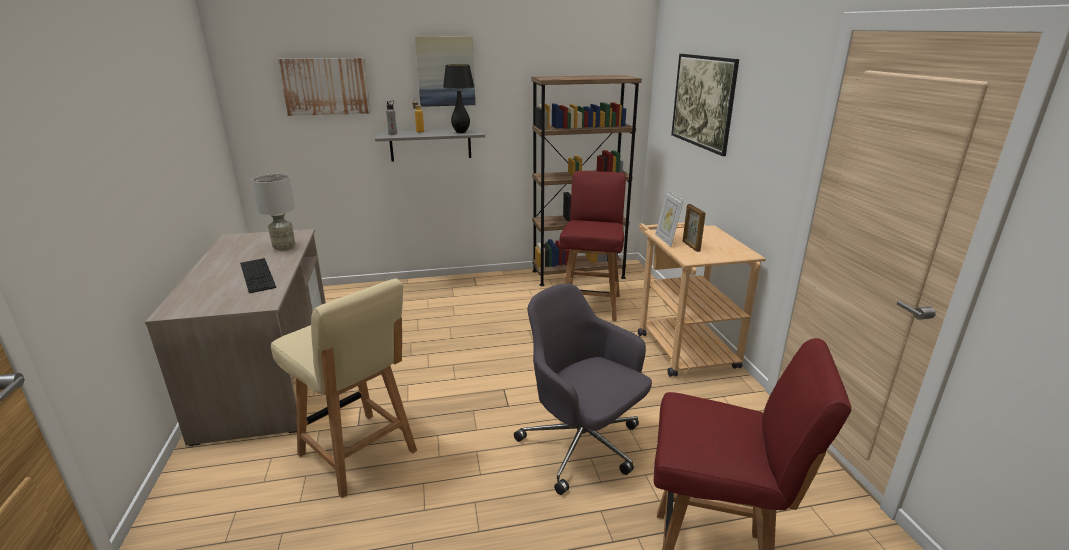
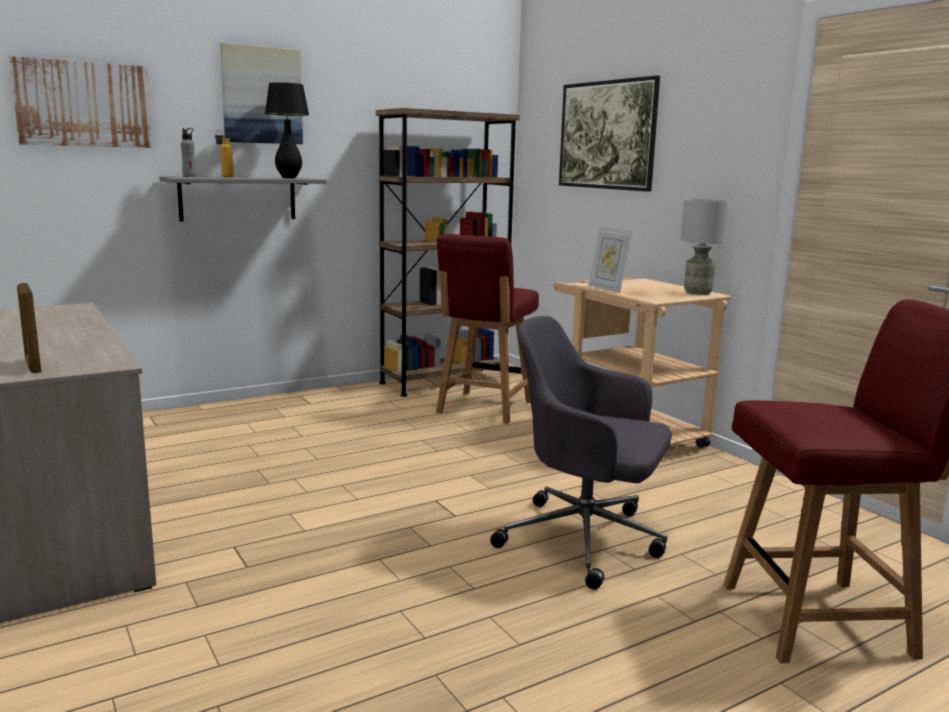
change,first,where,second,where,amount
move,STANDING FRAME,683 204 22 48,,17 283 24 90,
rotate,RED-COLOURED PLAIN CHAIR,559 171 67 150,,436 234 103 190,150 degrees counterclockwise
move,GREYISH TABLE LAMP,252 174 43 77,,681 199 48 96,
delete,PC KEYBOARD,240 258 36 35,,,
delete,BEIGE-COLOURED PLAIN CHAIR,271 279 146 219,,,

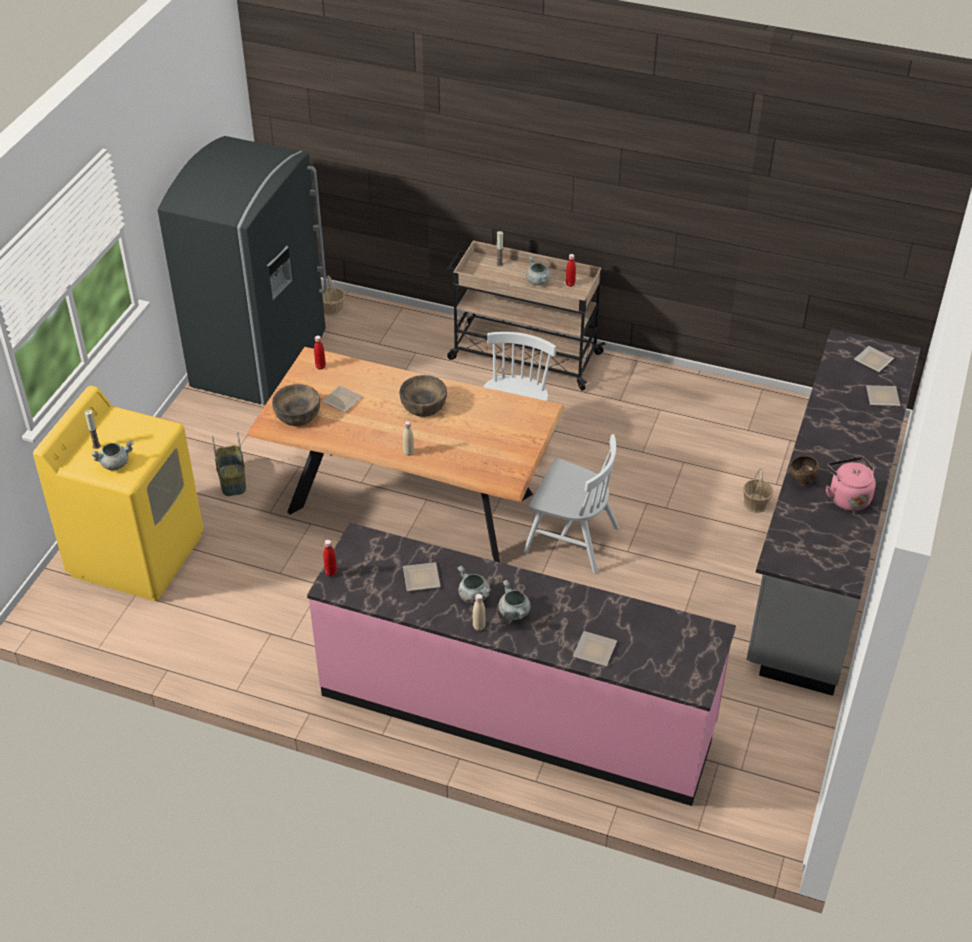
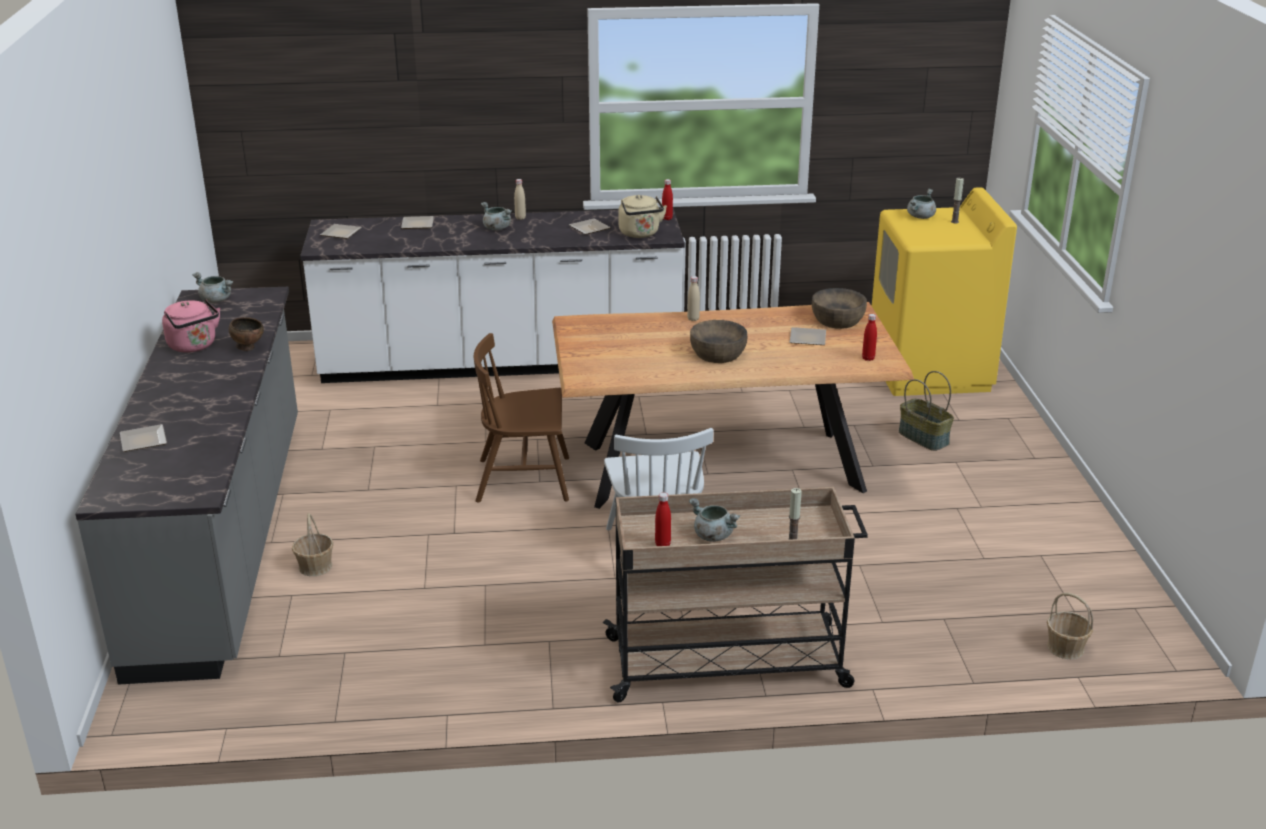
change,first,where,second,where,amount
move,GREYISH SAUCEPOT,457 565 34 39,,192 272 41 31,
recolor,PINK KITCHEN BASE UNIT,307 523 429 283,WHITE-COLOURED KITCHEN BASE UNIT,300 208 385 175,
move,FLAT DISH,854 346 40 26,,320 224 42 15,
recolor,WHITE-COLOURED PLAIN CHAIR,523 434 96 140,BROWNISH PLAIN CHAIR,474 333 95 169,
insert,,,BEIGE-COLOURED WATER KETTLE,618 195 49 43,
delete,GREYISH KITCHEN FRIDGE,158 136 169 270,,,

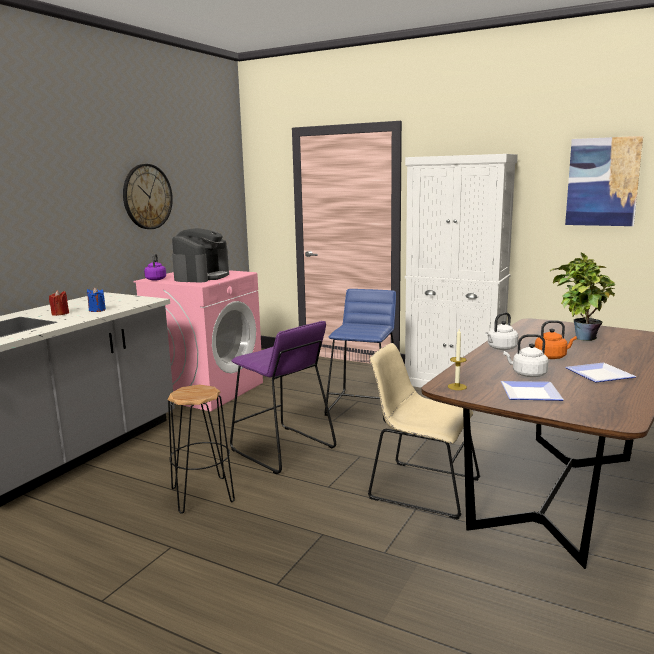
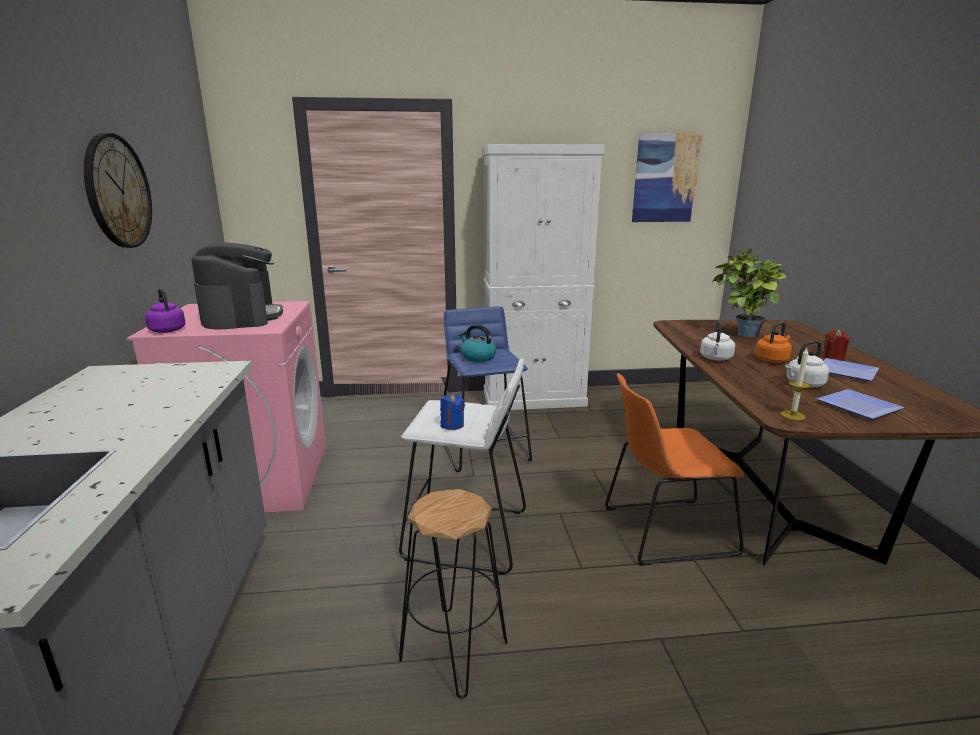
change,first,where,second,where,amount
recolor,PURPLISH SITTING STOOL,230 321 106 153,WHITE-COLOURED SITTING STOOL,399 359 127 216,
move,BLUE WAX LIGHT,87 287 19 25,,440 394 25 36,
insert,,,WATER KETTLE,459 324 37 38,
recolor,BEIGE-COLOURED PLAIN CHAIR,368 343 112 177,ORANGE-COLOURED PLAIN CHAIR,605 373 139 193,
move,RED-COLOURED WAX LIGHT,49 290 20 26,,823 329 27 31,

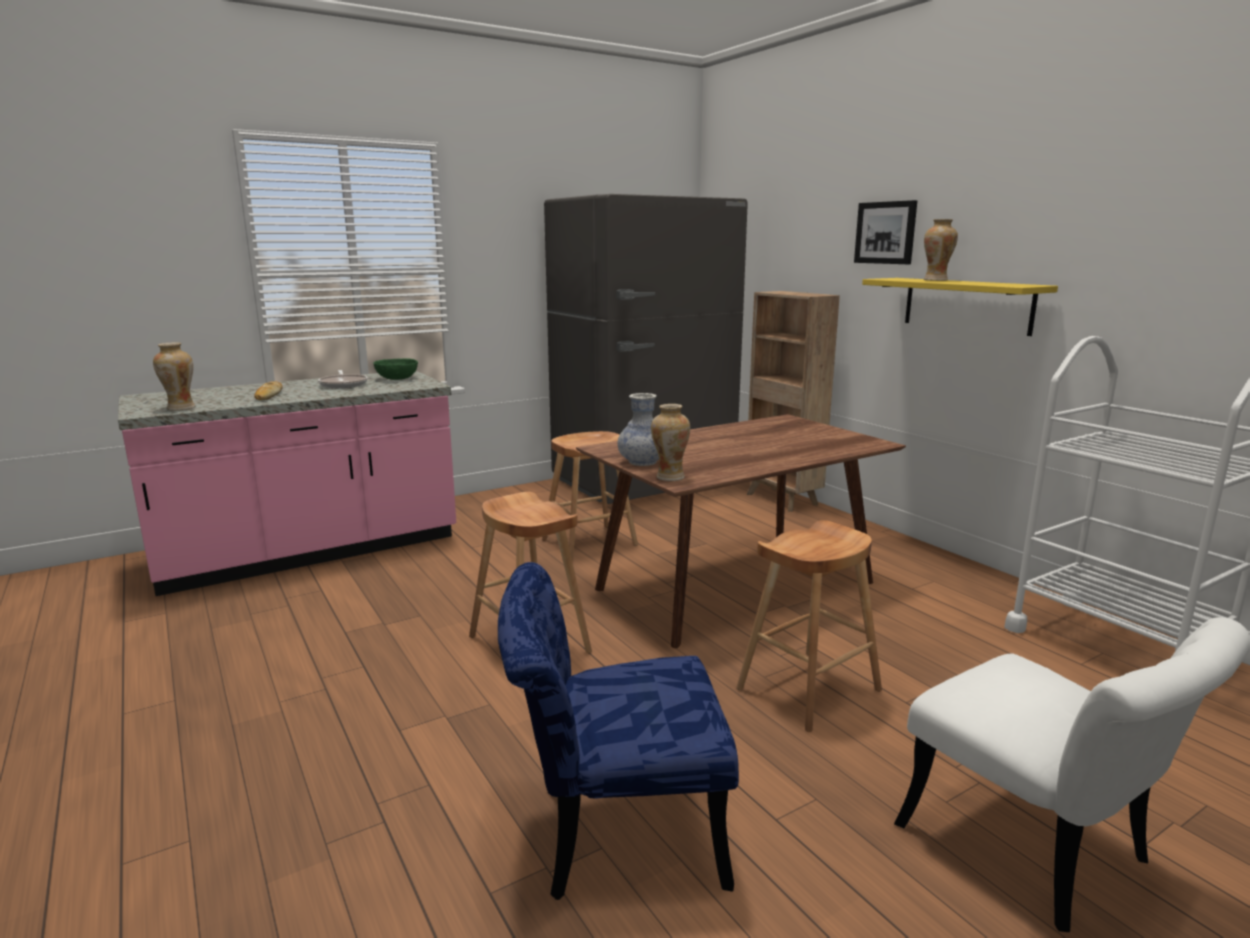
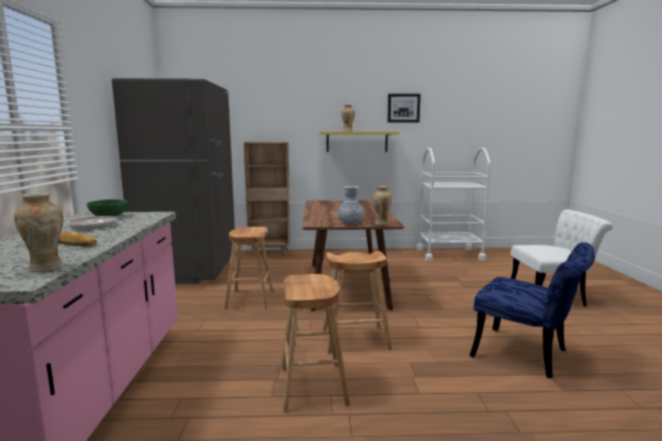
change,first,where,second,where,amount
move,BROWNISH SITTING STOOL,736 520 146 212,,281 274 69 138,
move,WALL PICTURE,854 200 63 64,,387 94 34 29,
rotate,BLUE PLAIN CHAIR,498 562 241 338,,470 242 125 136,75 degrees counterclockwise

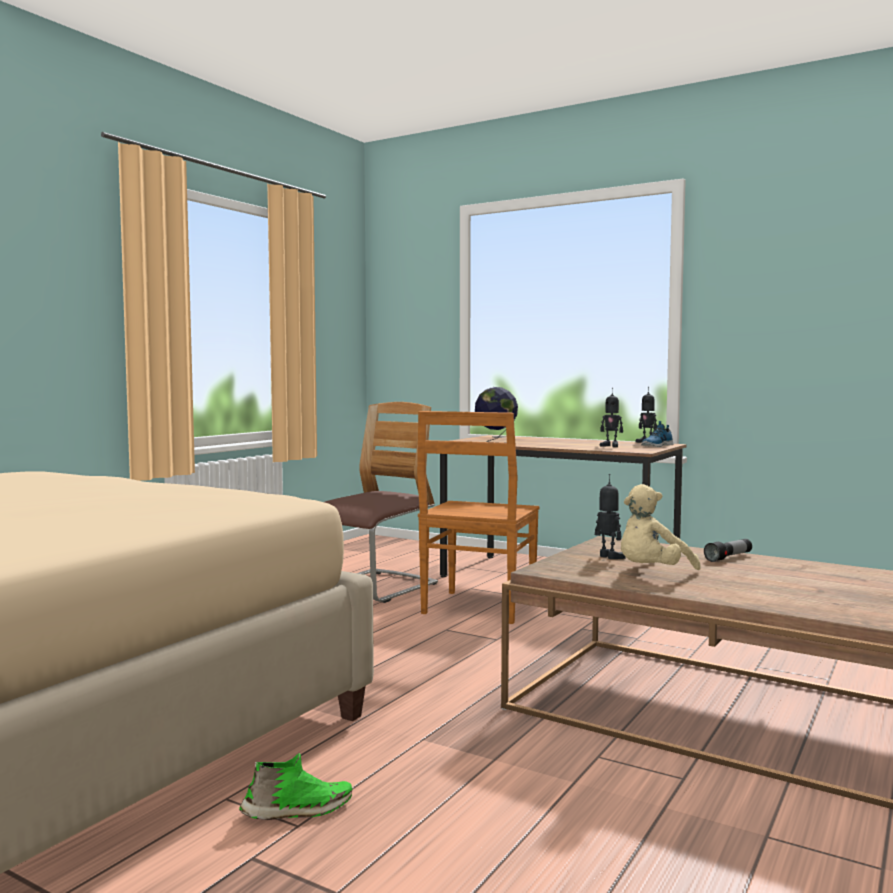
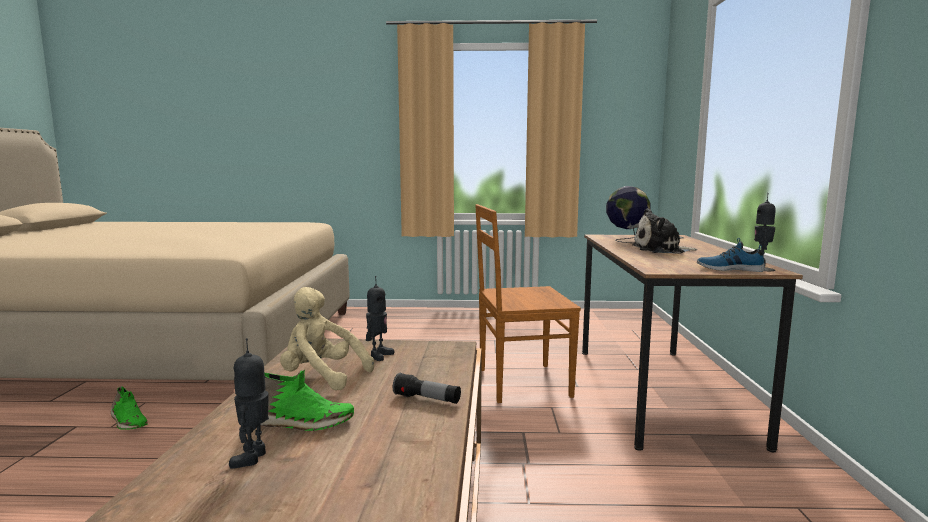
change,first,where,second,where,amount
move,ROBOT FIGURE,600 388 23 59,,229 338 40 131,
insert,,,GREEN-COLOURED ITEM OF FOOTWEAR,260 370 94 61,
insert,,,SOFT TOY,632 208 65 45,
delete,PLAIN CHAIR,325 402 113 201,,,

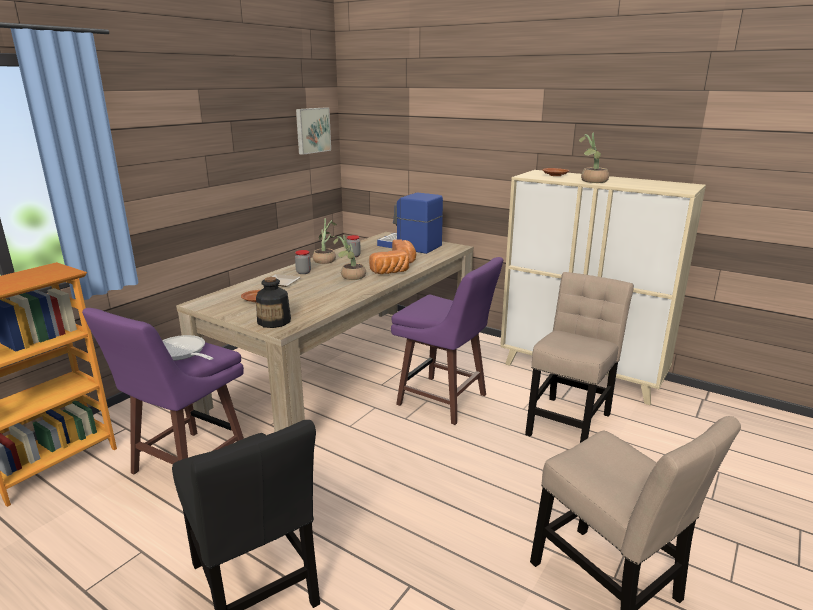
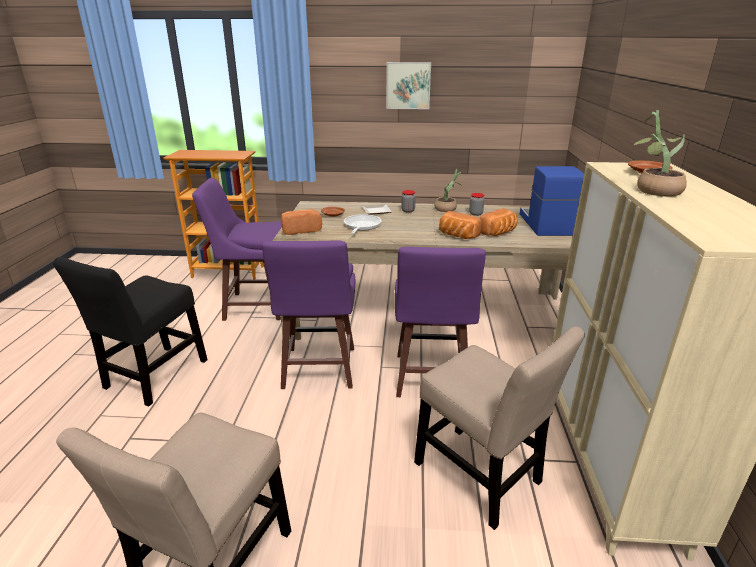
change,first,where,second,where,amount
insert,,,PURPLISH SITTING STOOL,262 240 94 149,
replace,BEVERAGE BOTTLE,256 277 35 51,BAKERY BREAD,281 210 41 25,
move,PAN,162 335 51 26,,344 214 38 20,
move,WALL PICTURE,296 107 35 48,,386 62 45 47,
rotate,BEIGE-COLOURED PLAIN CHAIR,525 272 109 171,,414 327 171 203,45 degrees clockwise
delete,HOUSEPLANT,333 235 33 45,,,

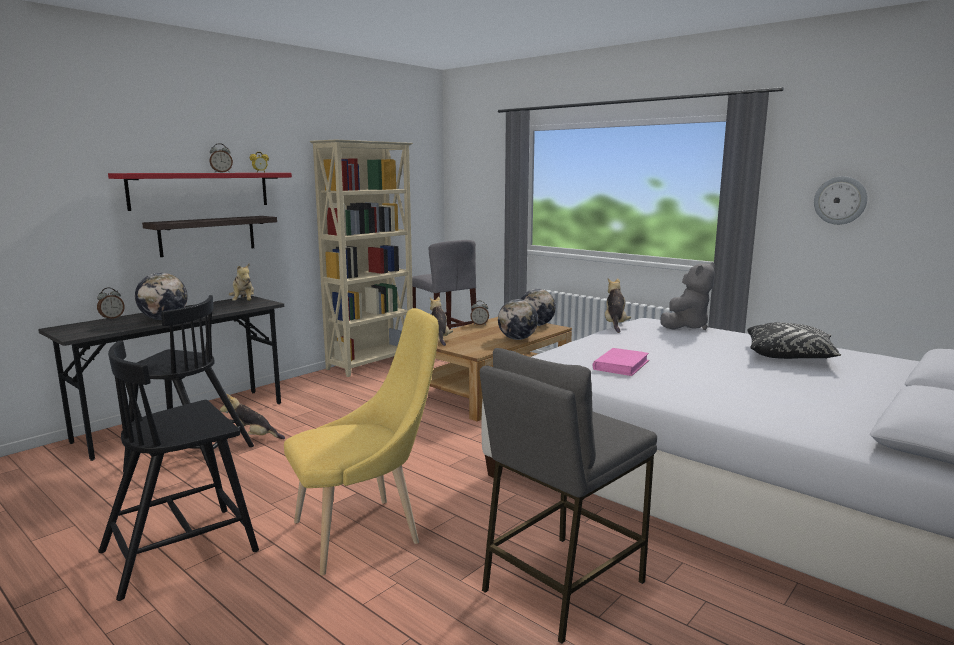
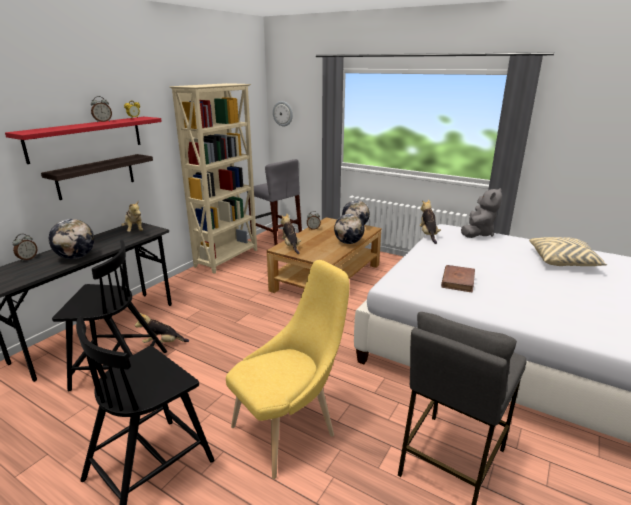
change,first,where,second,where,amount
move,HANGING CLOCK,814 176 53 49,,273 101 20 25,
recolor,PINK BOOK,593 348 56 28,BROWNISH BOOK,441 265 34 28,
recolor,BLACK CUSHION,747 322 94 37,BEIGE-COLOURED CUSHION,529 237 78 29,

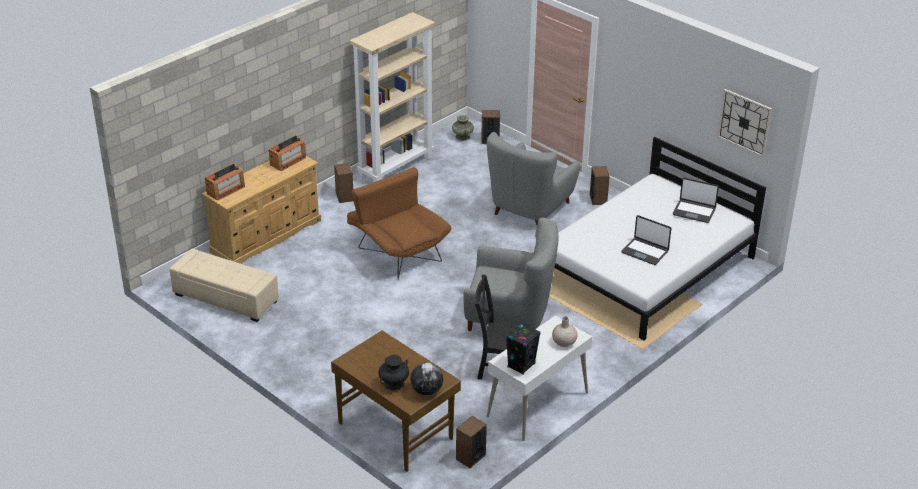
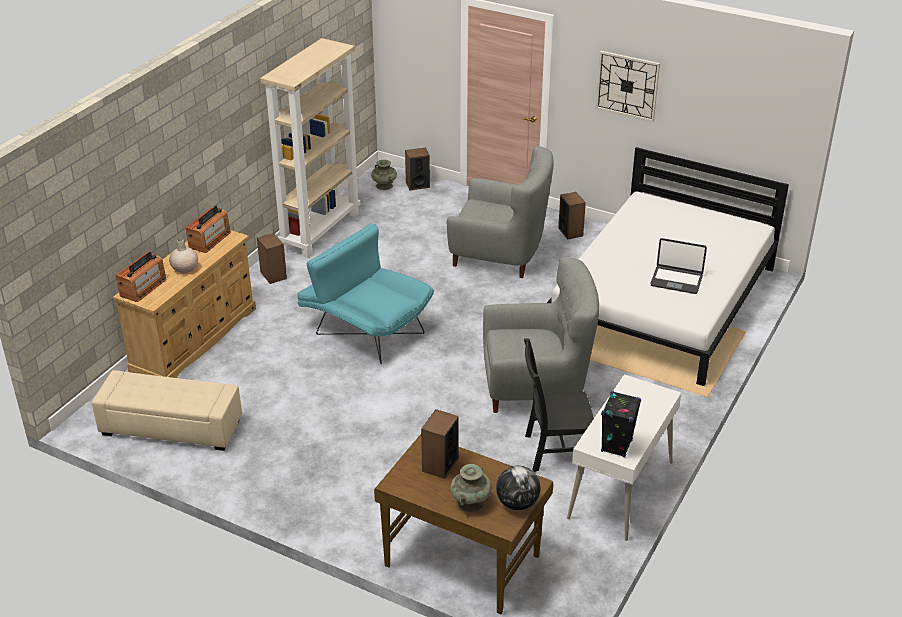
change,first,where,second,where,amount
move,BEIGE-COLOURED VASE,552 317 26 30,,169 238 29 35,
recolor,BROWNISH EASY CHAIR,347 167 104 112,TURQUOISE-COLOURED EASY CHAIR,297 223 137 141,
move,LOUDSPEAKER,456 416 31 52,,421 409 38 70,
rotate,GREYISH EASY CHAIR,487 132 93 93,,447 146 107 132,90 degrees counterclockwise
recolor,BLACK VASE,378 355 31 35,TURQUOISE-COLOURED VASE,450 464 42 48,
move,HANGING CLOCK,717 89 55 68,,595 51 65 71,
delete,PORTABLE COMPUTER,673 178 46 45,,,

